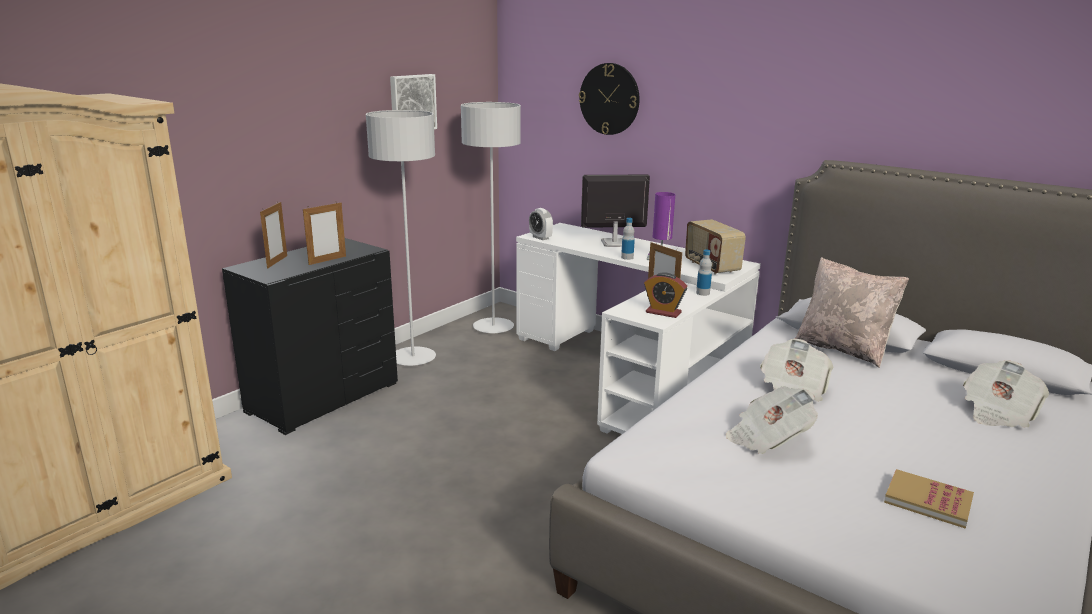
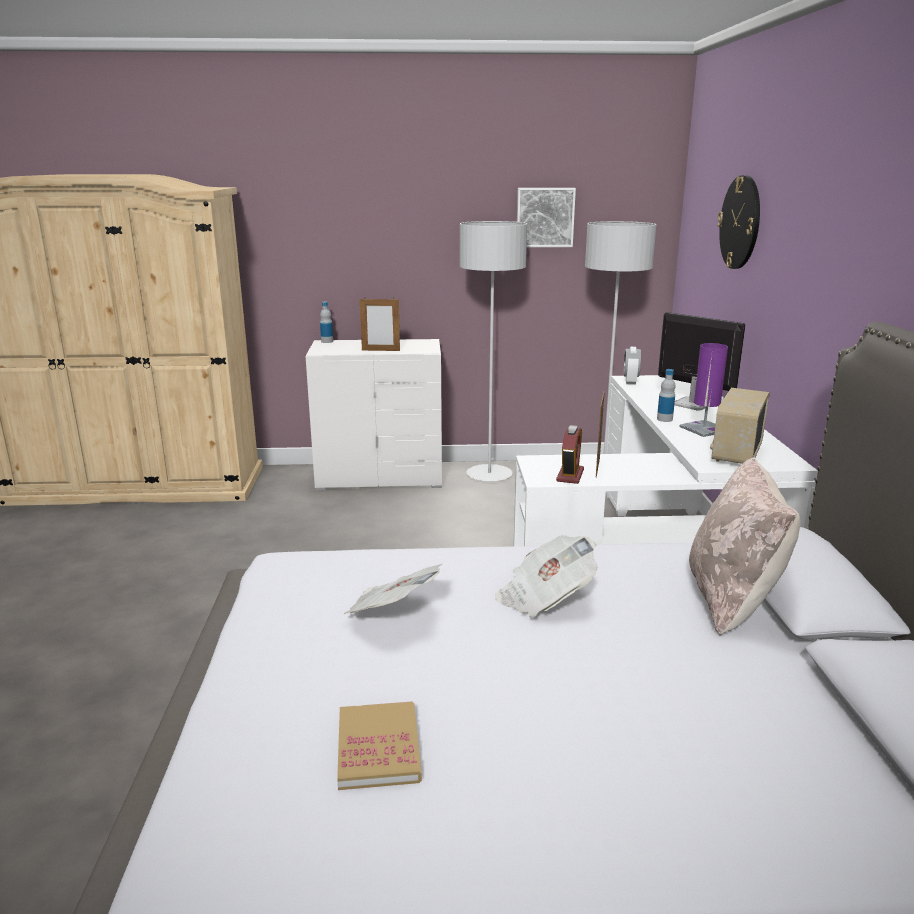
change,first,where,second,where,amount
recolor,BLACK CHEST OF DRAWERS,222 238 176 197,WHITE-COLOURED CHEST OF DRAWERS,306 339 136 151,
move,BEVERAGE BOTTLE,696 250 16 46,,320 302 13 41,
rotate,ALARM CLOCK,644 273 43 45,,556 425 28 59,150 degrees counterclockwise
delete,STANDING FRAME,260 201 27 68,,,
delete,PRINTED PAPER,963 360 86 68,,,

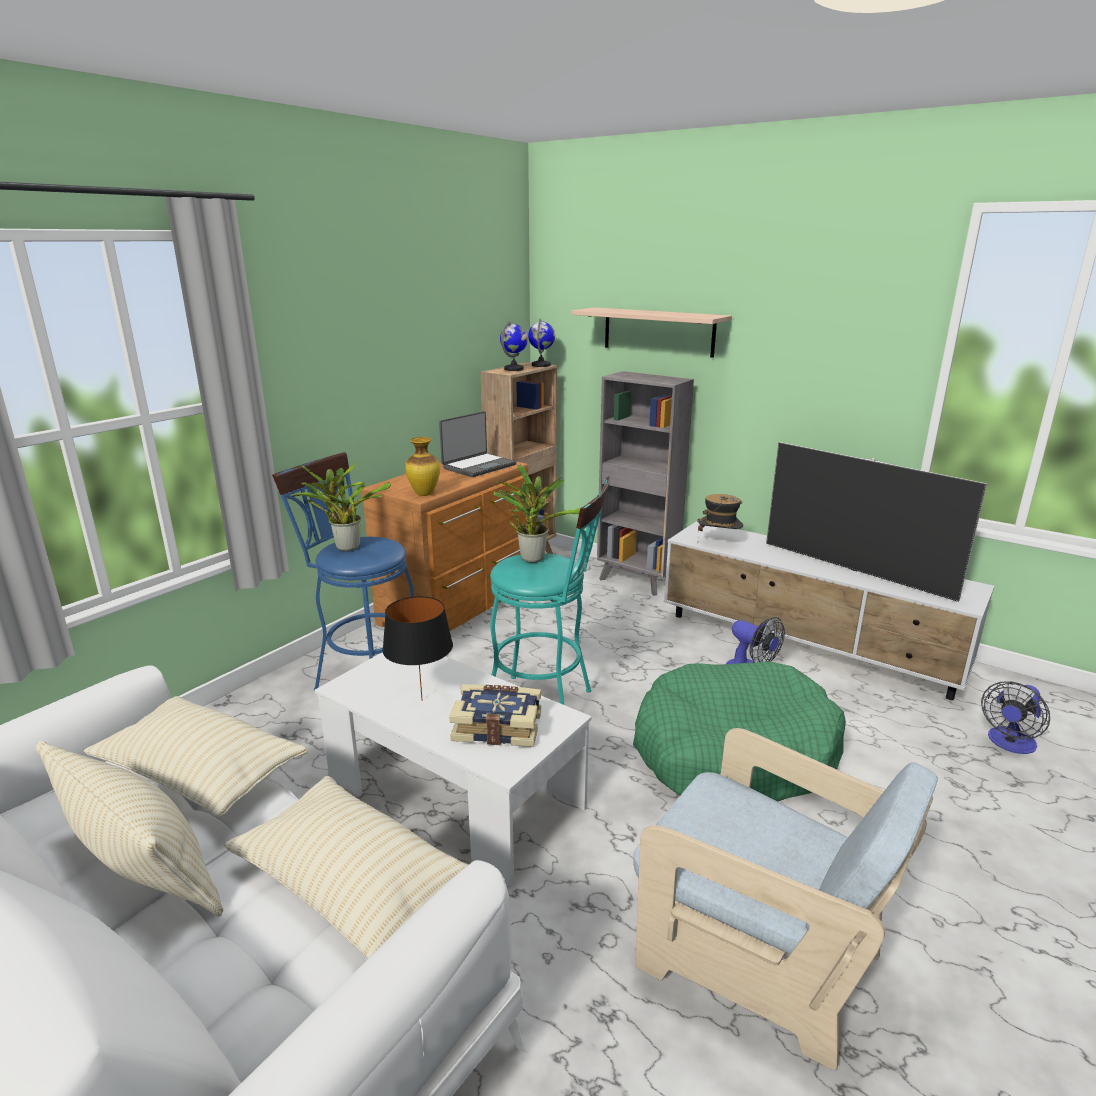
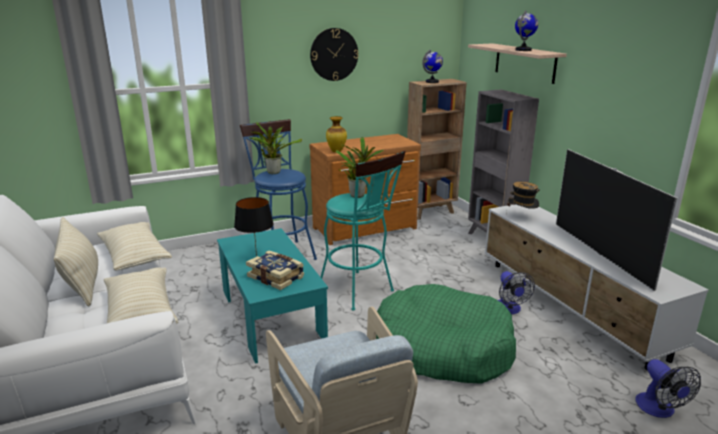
change,first,where,second,where,amount
recolor,WHITE-COLOURED LOW TABLE,314 652 278 235,TURQUOISE-COLOURED LOW TABLE,217 228 111 136,
insert,,,HANGING CLOCK,310 28 49 53,
move,DESK GLOBE,528 319 27 48,,515 10 23 41,
rotate,ELECTRIC FAN,981 681 69 73,,636 359 65 59,90 degrees counterclockwise
delete,PORTABLE COMPUTER,439 411 77 66,,,

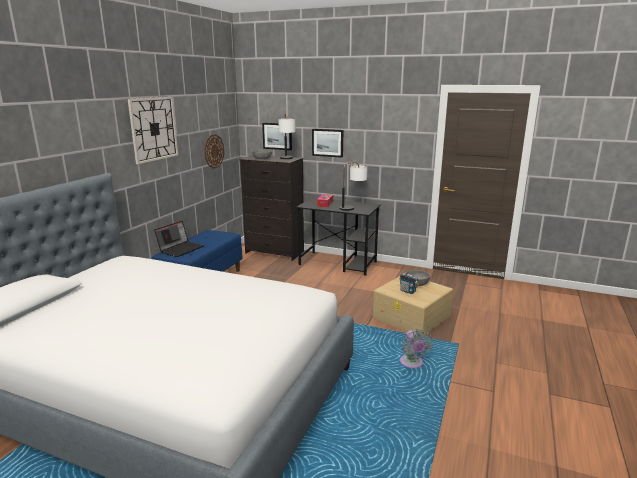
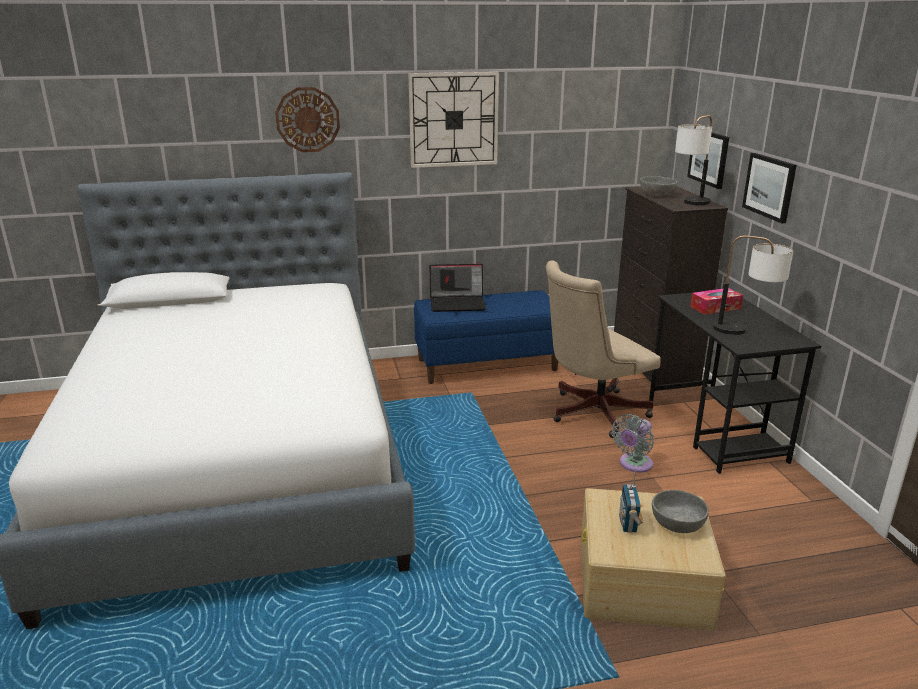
change,first,where,second,where,amount
move,HANGING CLOCK,204 134 20 35,,275 87 65 65,
insert,,,BEIGE-COLOURED DESK CHAIR,546 260 115 178,
move,GREYISH ELECTRIC FAN,400 329 33 39,,612 414 42 58,

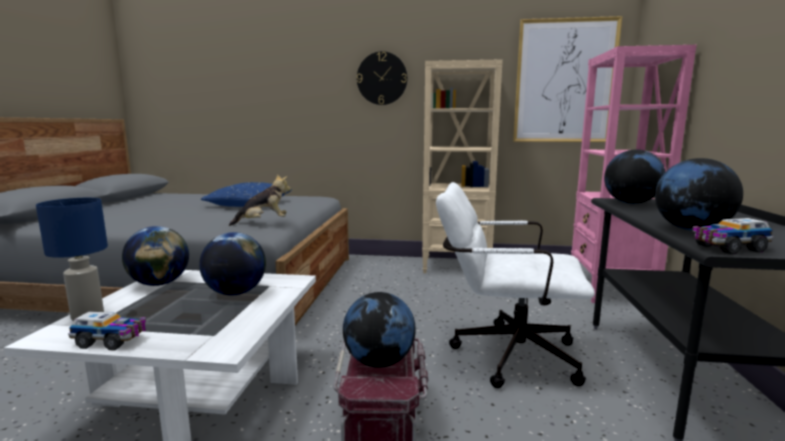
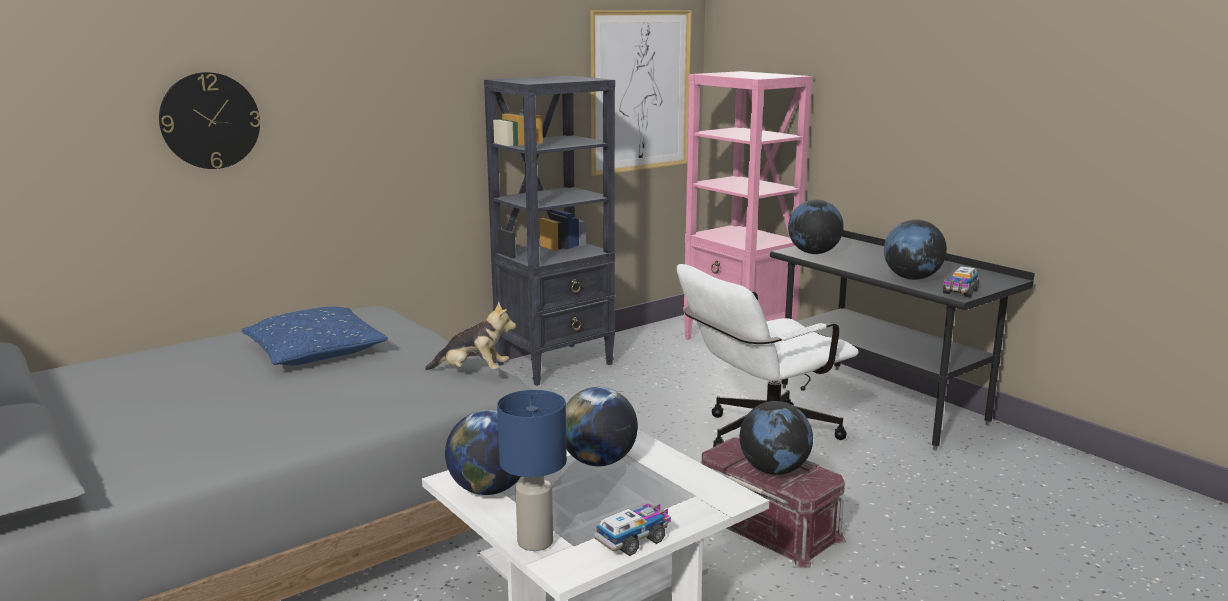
change,first,where,second,where,amount
move,HANGING CLOCK,357 51 50 54,,159 72 101 97,
rotate,SOFT TOY,229 174 62 52,,425 302 91 68,75 degrees clockwise
recolor,BEIGE-COLOURED SHELVING UNIT,422 59 81 214,BLACK SHELVING UNIT,484 75 131 311,

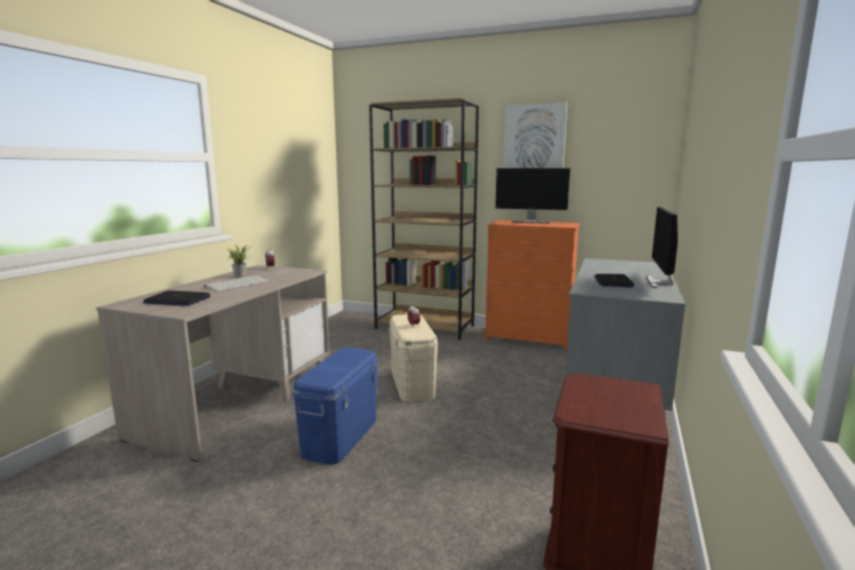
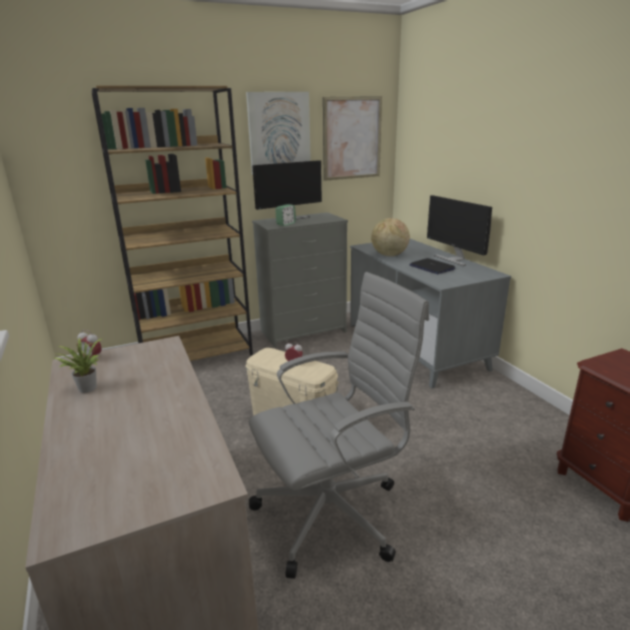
change,first,where,second,where,amount
replace,BLUE STORAGE BIN,292 347 86 118,GREYISH DESK CHAIR,249 272 180 307,
recolor,ORANGE-COLOURED CHEST OF DRAWERS,485 220 95 131,GREYISH CHEST OF DRAWERS,252 212 96 136,
insert,,,ALARM CLOCK,275 204 21 22,
insert,,,WALL PICTURE,323 96 59 85,
insert,,,DESK GLOBE,371 218 39 38,
delete,PORTABLE COMPUTER,143 290 68 16,,,
delete,PC KEYBOARD,204 275 65 16,,,

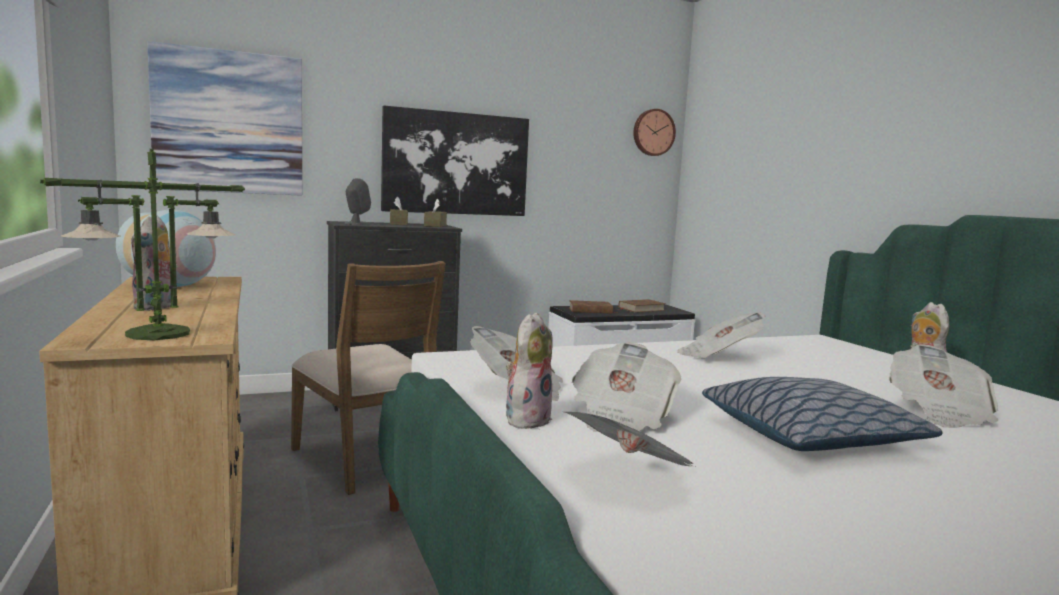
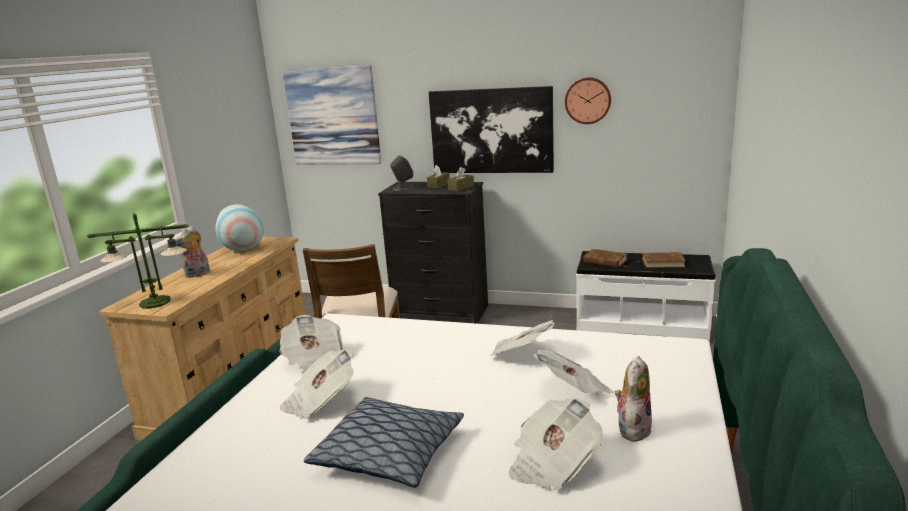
change,first,where,second,where,amount
move,PRINTED PAPER,565 412 130 55,,533 350 82 45,
move,HANGING CLOCK,633 109 43 47,,565 77 46 47,
delete,SOFT TOY,506 312 47 117,,,

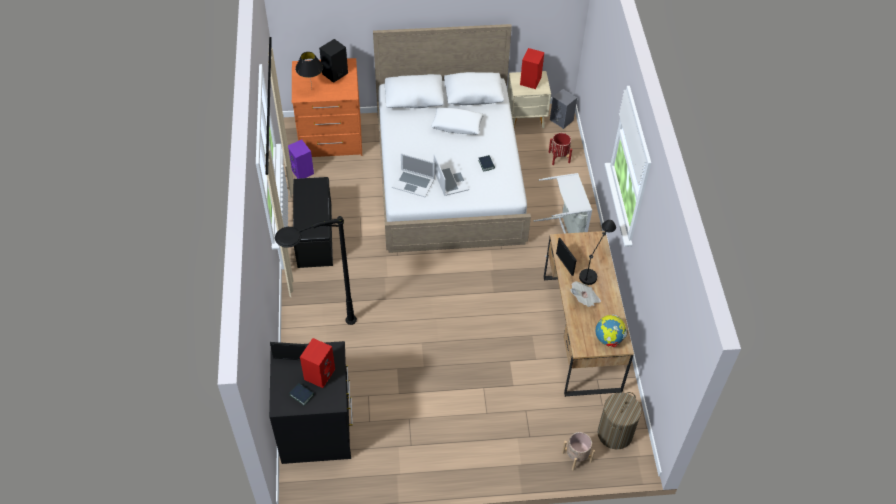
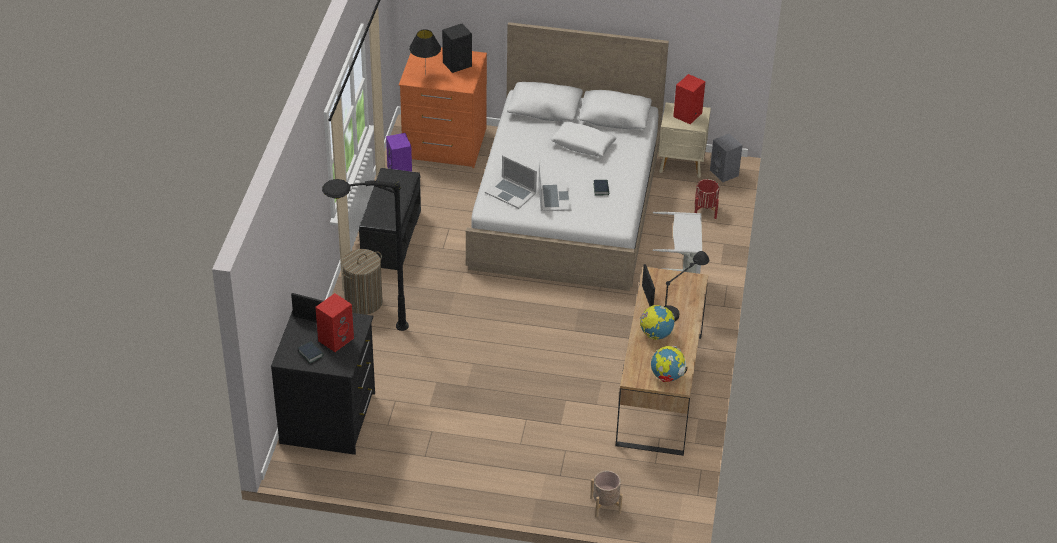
change,first,where,second,where,amount
move,LAUNDRY BASKET,598 392 44 58,,342 249 41 66,
replace,PRINTED PAPER,570 281 31 26,DESK GLOBE,640 305 35 35,

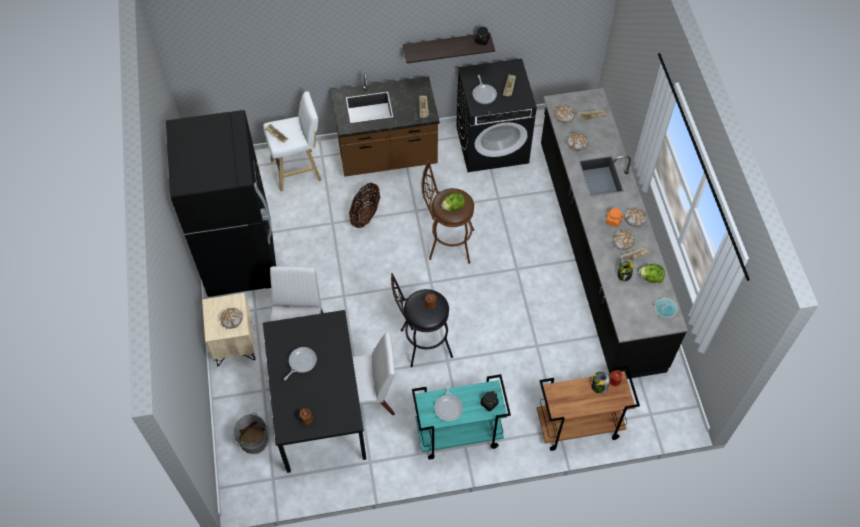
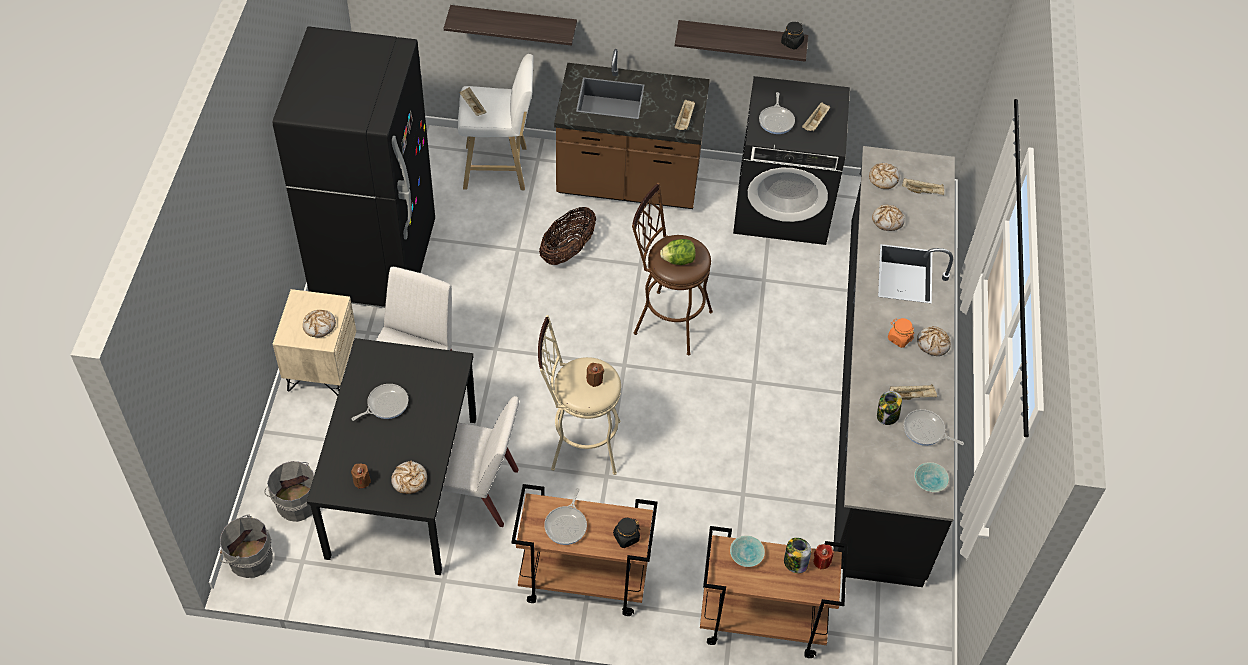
change,first,where,second,where,amount
insert,,,GREYISH PAIL,220 514 53 64,
move,BAKERY BREAD,613 229 22 21,,391 461 36 33,
insert,,,WALL SHELF,444 5 133 41,
recolor,TURQUOISE-COLOURED WHEELED CART,412 374 99 86,BROWNISH WHEELED CART,511 484 147 132,
recolor,BLACK SITTING STOOL,391 273 62 94,BEIGE-COLOURED SITTING STOOL,538 315 83 160,
insert,,,TURQUOISE-COLOURED SERVING BOWL,730 535 35 32,
replace,HEAD OF LETTUCE,639 264 26 19,PAN,904 409 60 37,

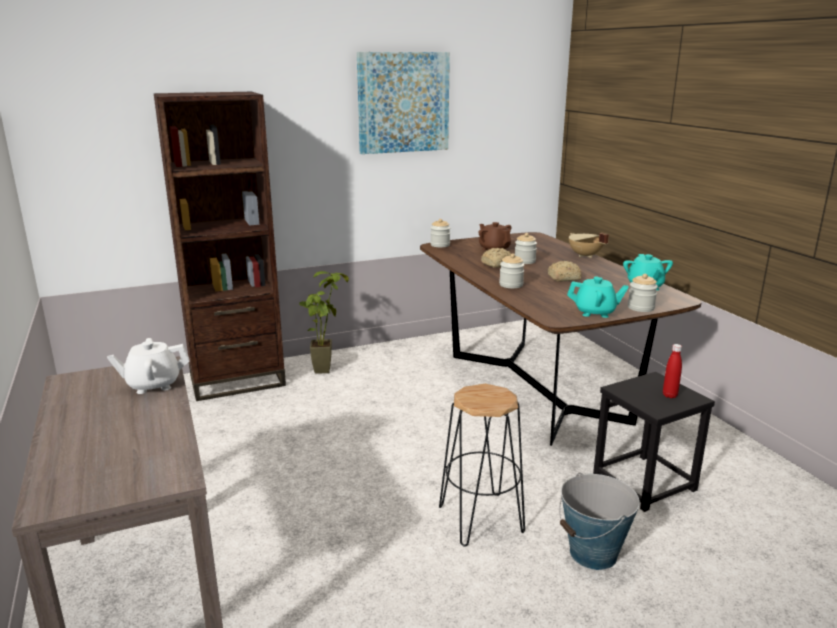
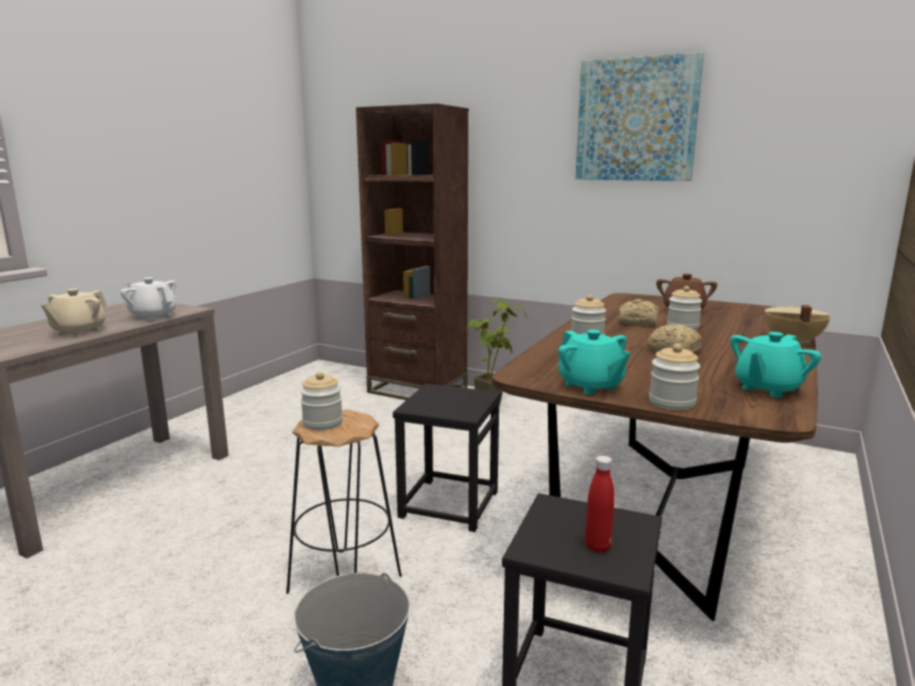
change,first,where,second,where,amount
insert,,,BEIGE-COLOURED TEAPOT,41 289 66 47,
move,STORAGE JAR,430 219 20 28,,300 372 43 58,
insert,,,BLACK SITTING STOOL,393 384 108 148,

